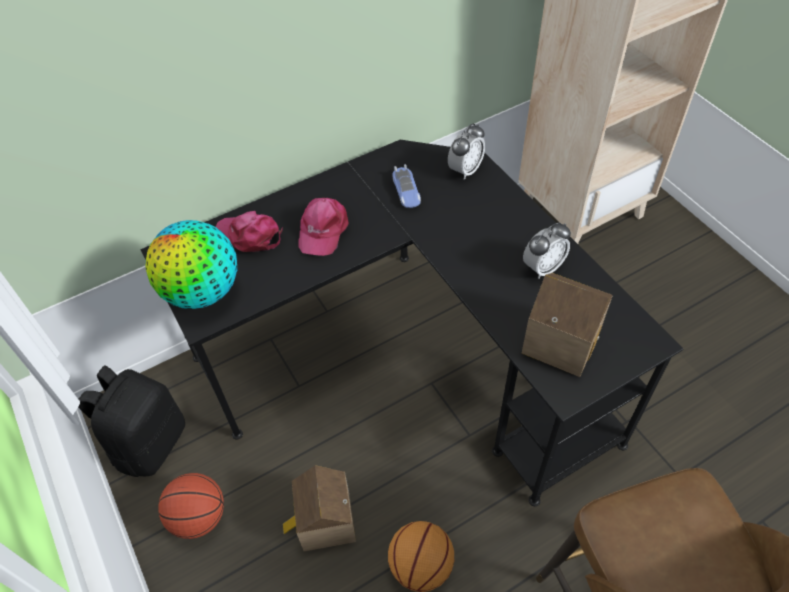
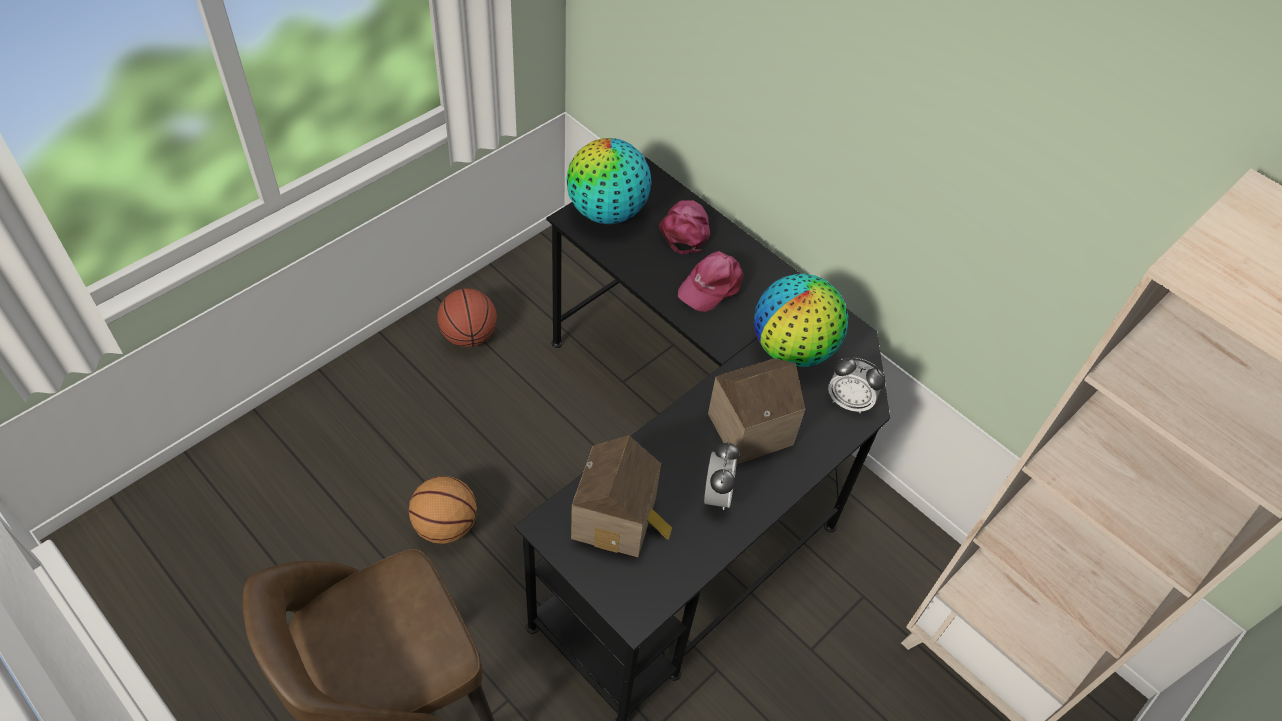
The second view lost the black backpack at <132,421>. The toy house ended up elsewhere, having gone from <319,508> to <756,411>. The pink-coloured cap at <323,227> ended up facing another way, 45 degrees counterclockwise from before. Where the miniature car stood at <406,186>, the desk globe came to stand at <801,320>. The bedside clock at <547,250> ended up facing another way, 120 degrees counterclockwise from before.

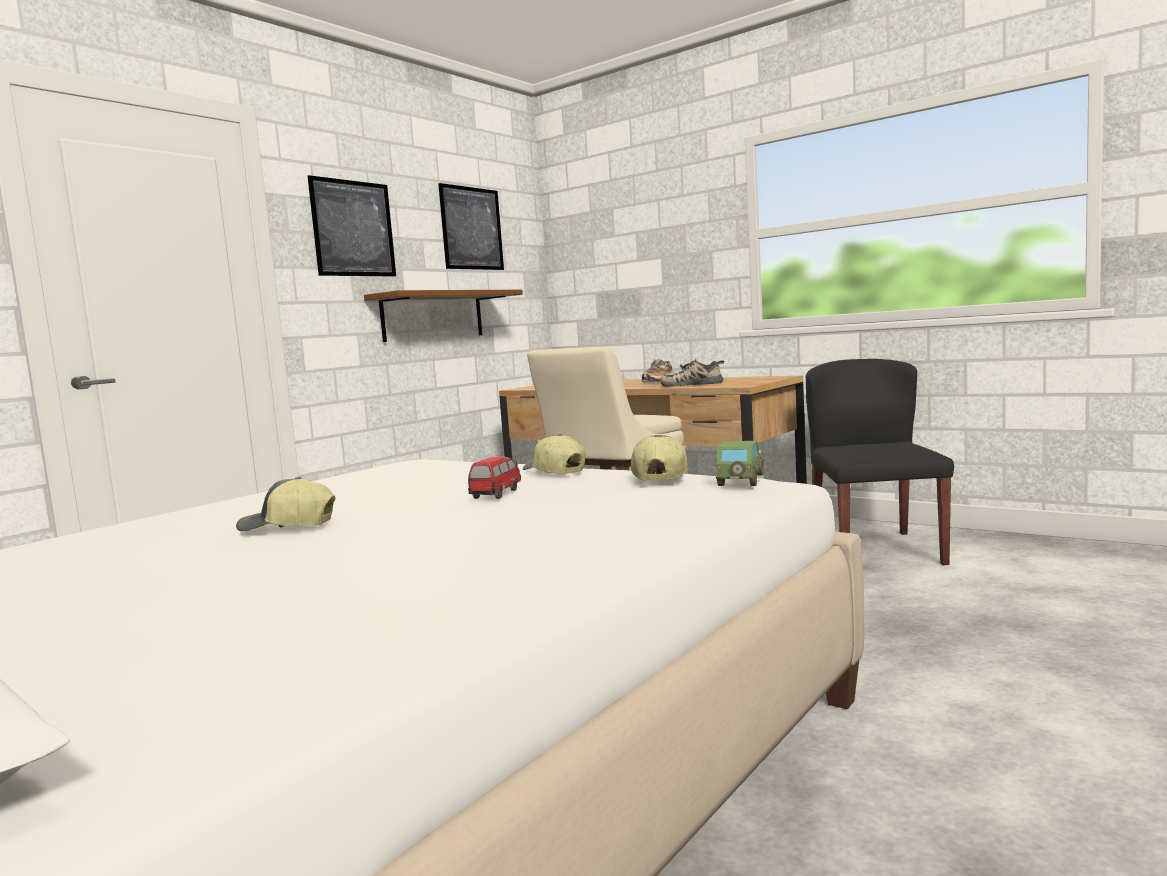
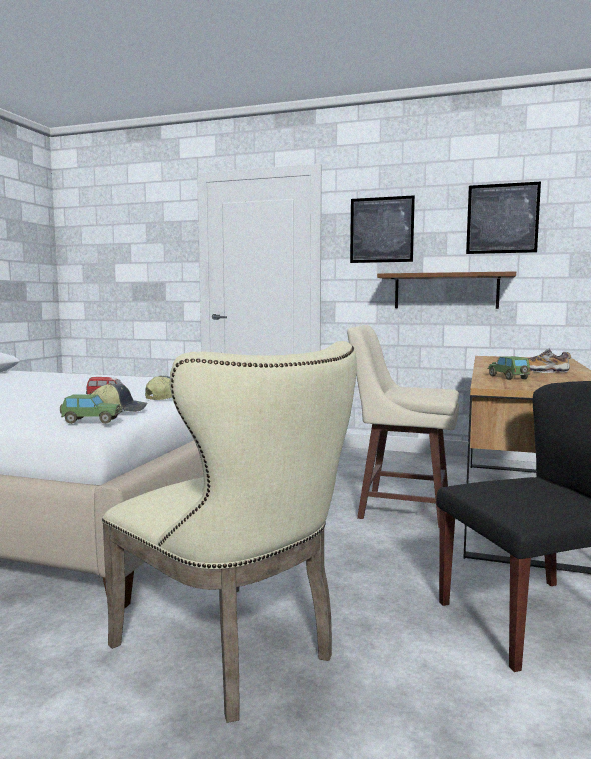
The second view lost the cap at <286,504>. Where the low shoe stood at <692,373>, the miniature car came to stand at <508,368>. The second view gained the beige-coloured chair at <229,532>.

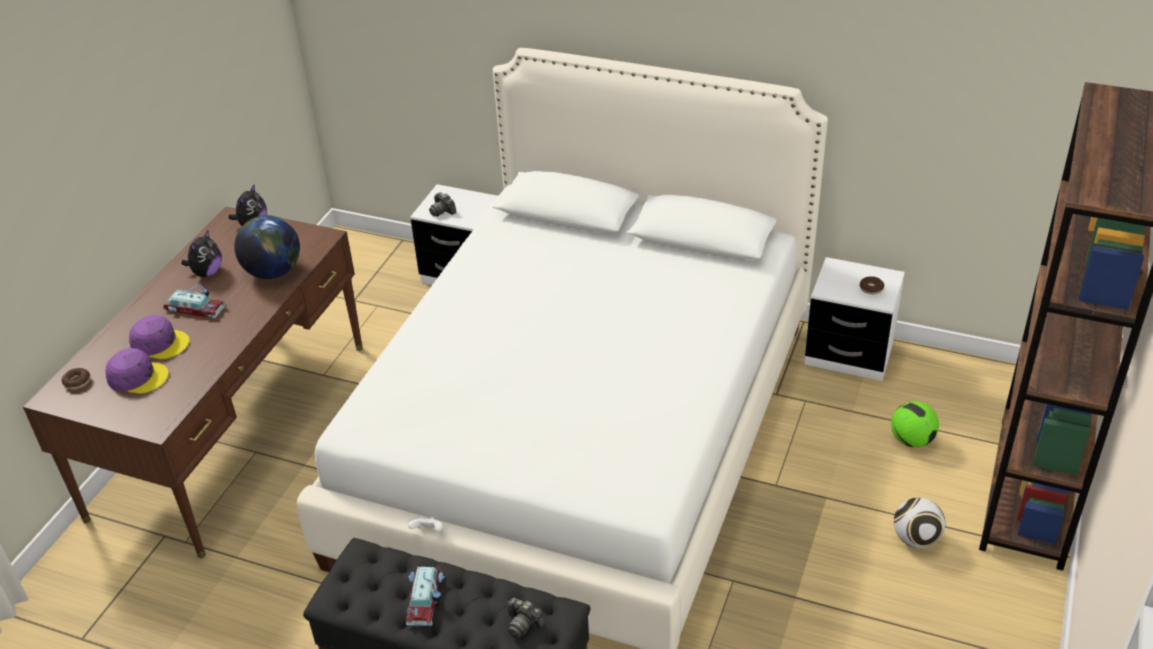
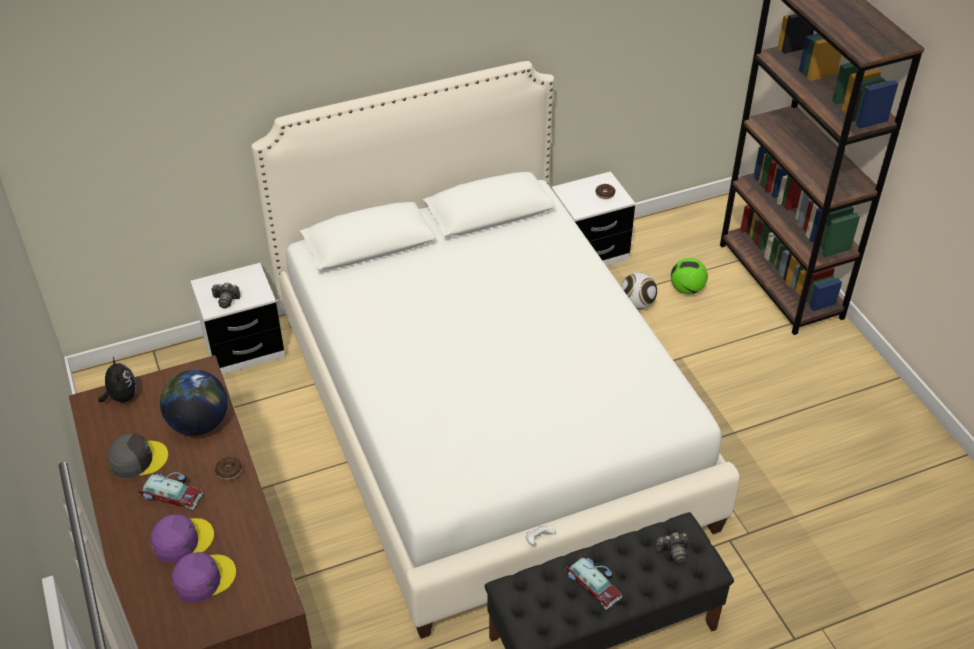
The donut ended up elsewhere, having gone from <76,379> to <228,468>. The miniature car at <194,302> ended up facing another way, 45 degrees clockwise from before. Where the cuddly toy stood at <201,254>, the greyish cap came to stand at <137,456>. The football ended up elsewhere, having gone from <919,523> to <639,290>.

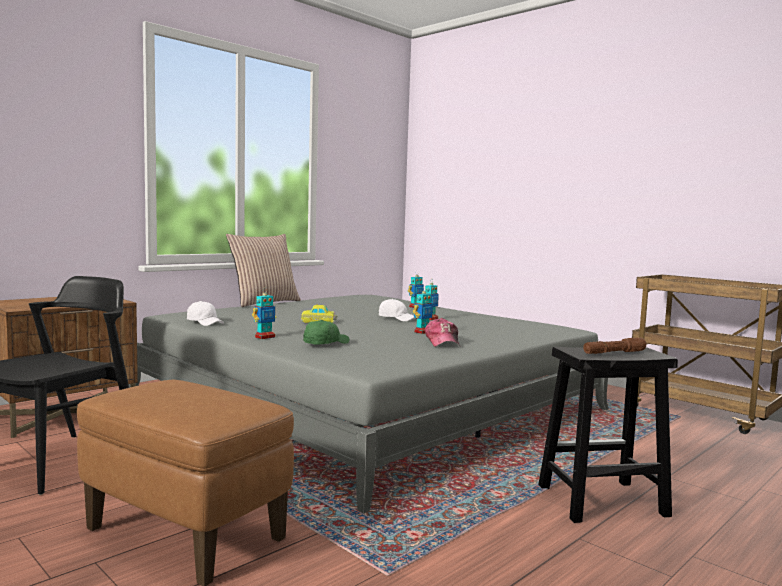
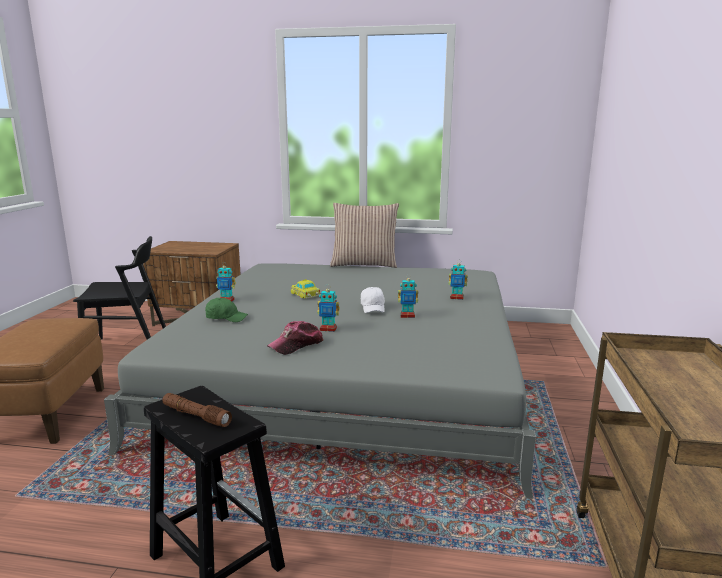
The second view lost the whitish cap at <205,313>.

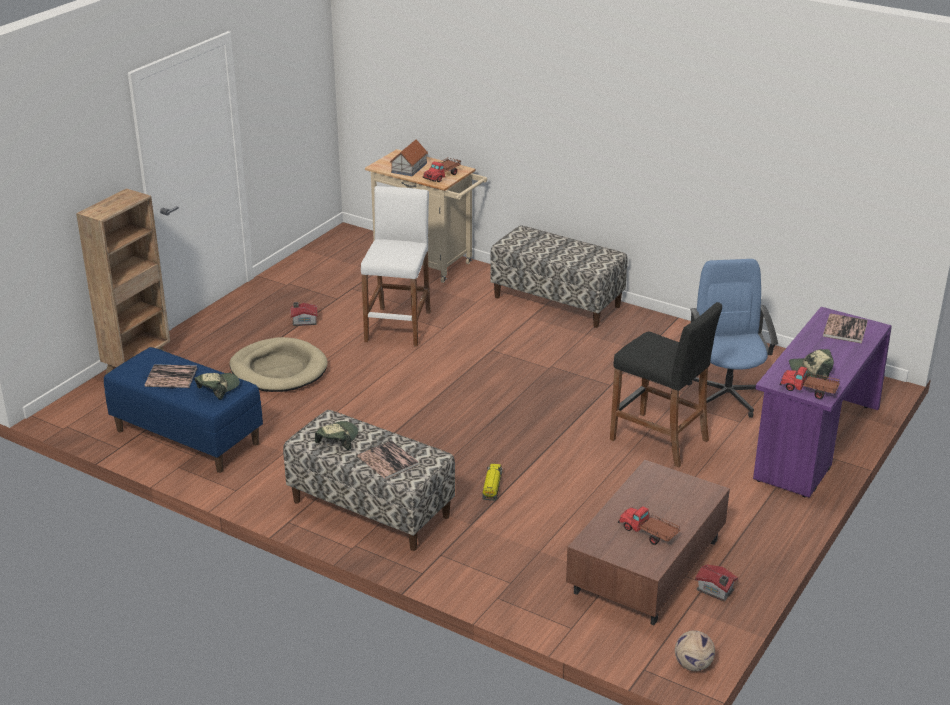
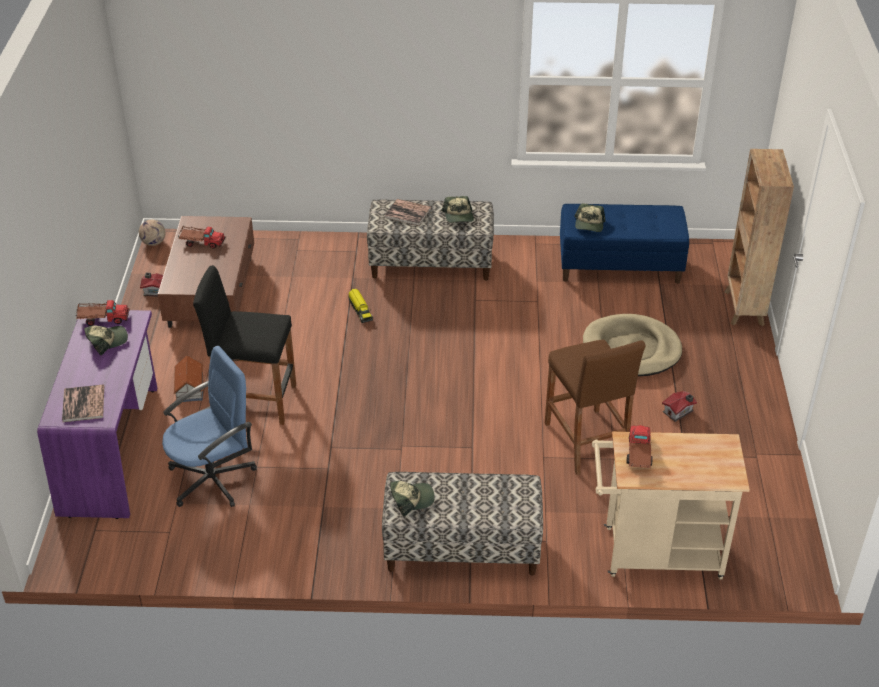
The second view lost the bound book at <171,376>. What was the whitish stool at <396,266> turned into the brown stool at <595,407>. The toy house ended up elsewhere, having gone from <409,157> to <188,378>. The bluish computer chair at <732,338> ended up facing another way, 90 degrees counterclockwise from before. The second view gained the cap at <412,498>.

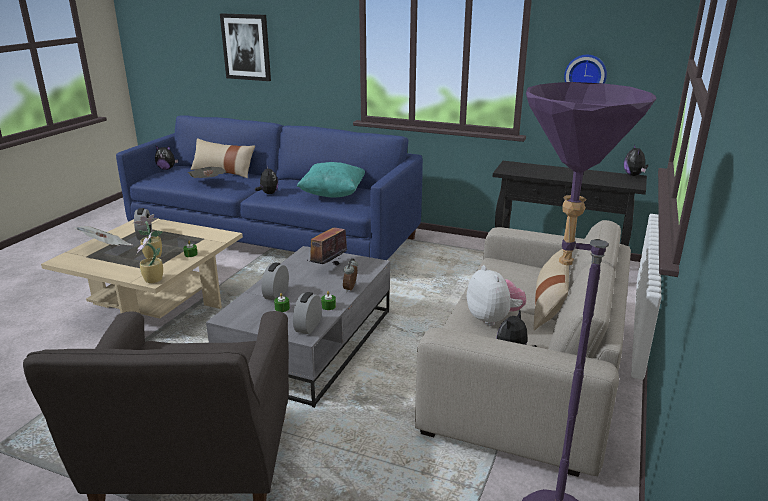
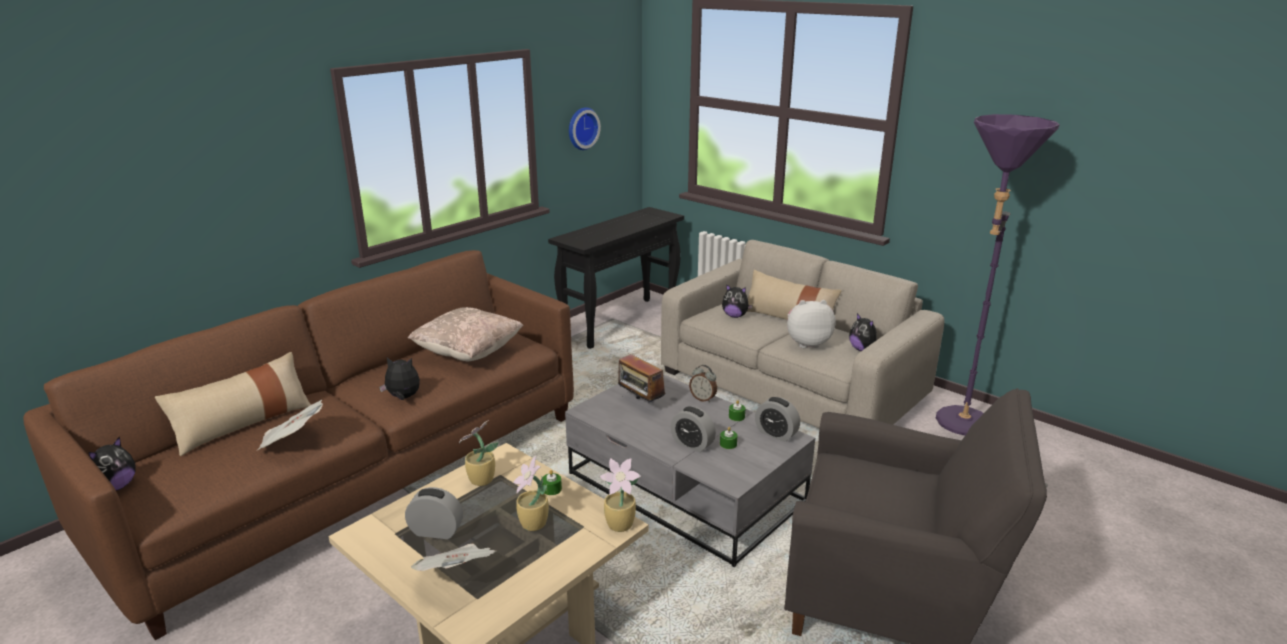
What was the bluish settee at <269,187> turned into the brown settee at <298,445>. The second view lost the wall picture at <245,47>. What was the turquoise pillow at <330,180> turned into the beige-coloured pillow at <465,334>. The cuddly toy ended up elsewhere, having gone from <636,160> to <737,301>. The second view gained the potted plant at <479,453>.

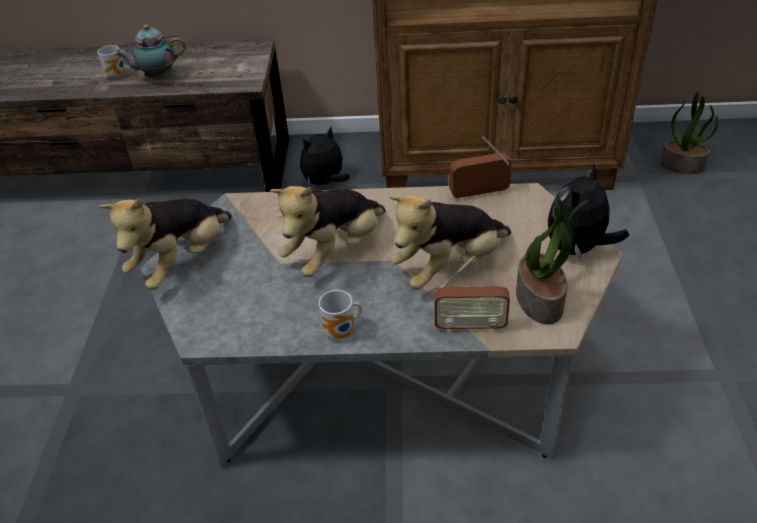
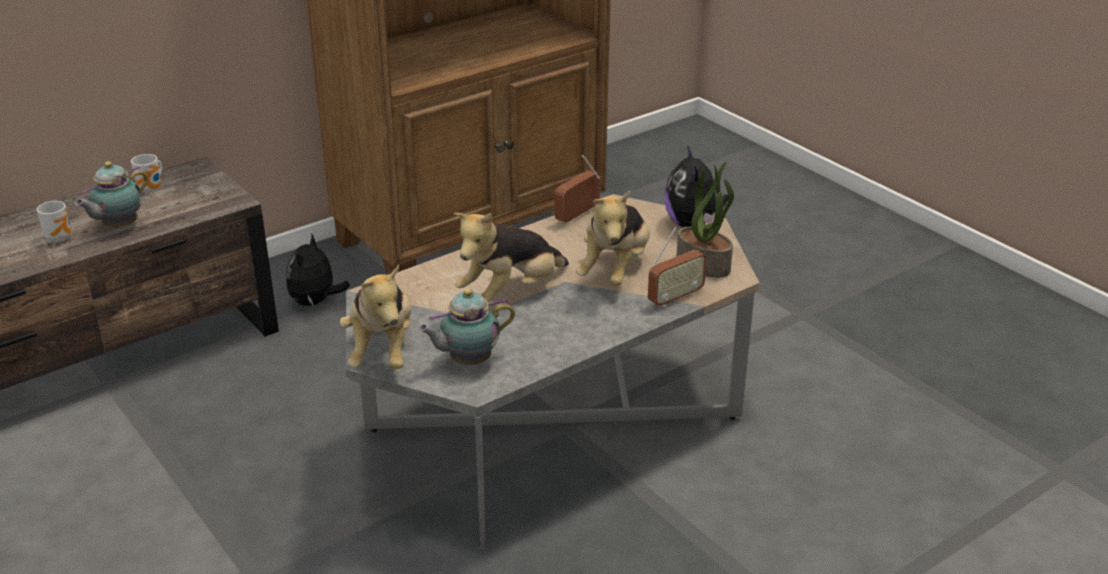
The cuddly toy at <328,231> ended up facing another way, 45 degrees clockwise from before. The mug ended up elsewhere, having gone from <340,314> to <146,173>. The second view lost the potted plant at <689,132>. The second view gained the tea pot at <466,327>.

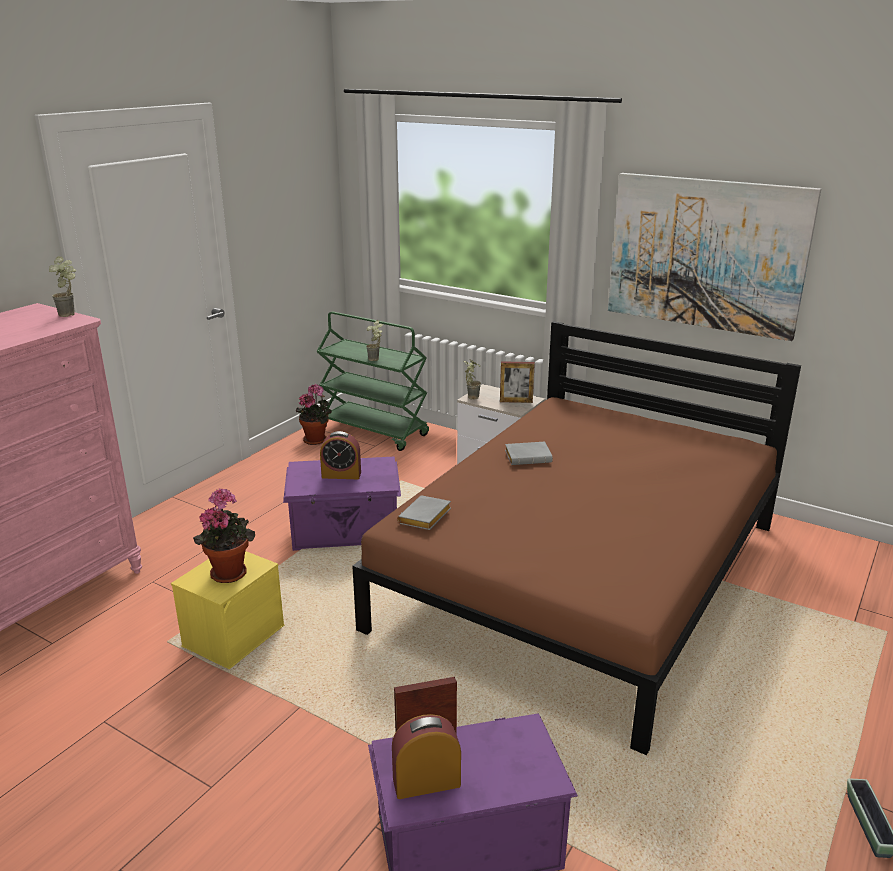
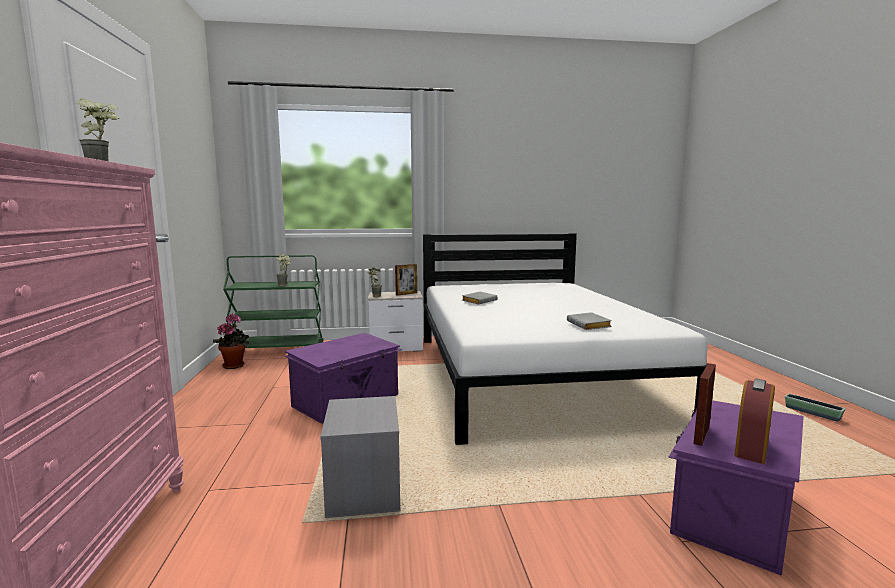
What was the yellow storage container at <227,610> turned into the greyish storage container at <360,457>. The second view lost the potted plant at <224,535>. The second view lost the bedside clock at <340,455>. What was the brown bed at <576,538> turned into the whitish bed at <565,339>. The greyish bound book ended up elsewhere, having gone from <424,512> to <589,321>. The second view lost the wall picture at <714,257>.

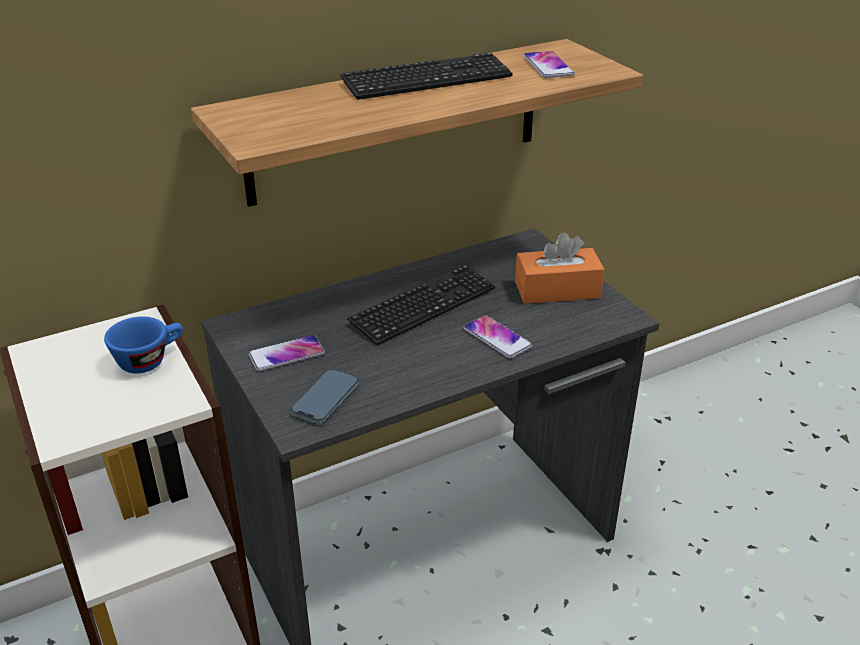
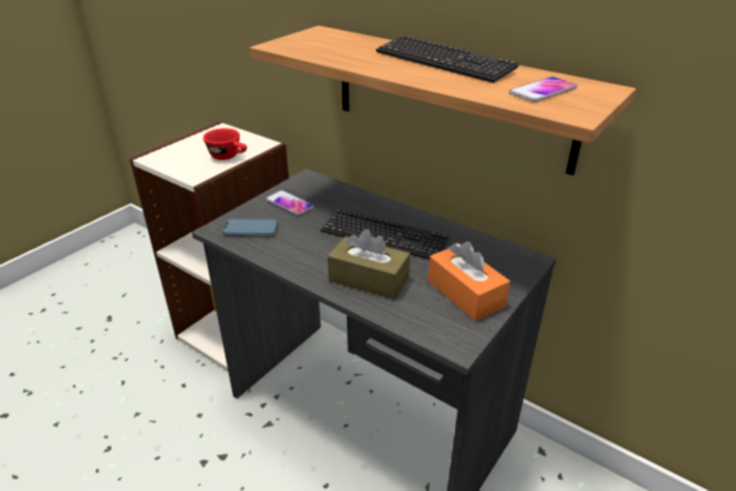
What was the bluish drinking cup at <143,345> turned into the reddish drinking cup at <225,144>. Where the telephone stood at <497,336>, the brown box of tissues came to stand at <369,264>.

